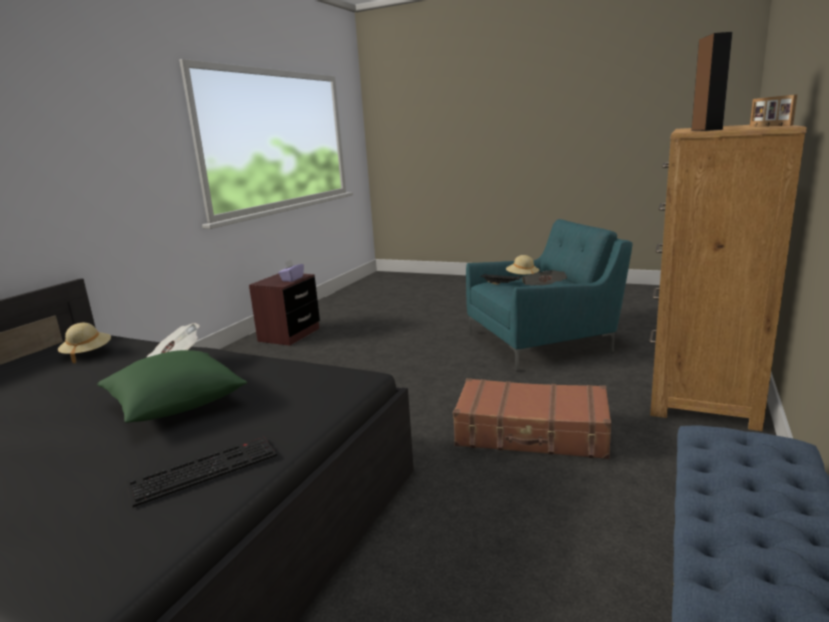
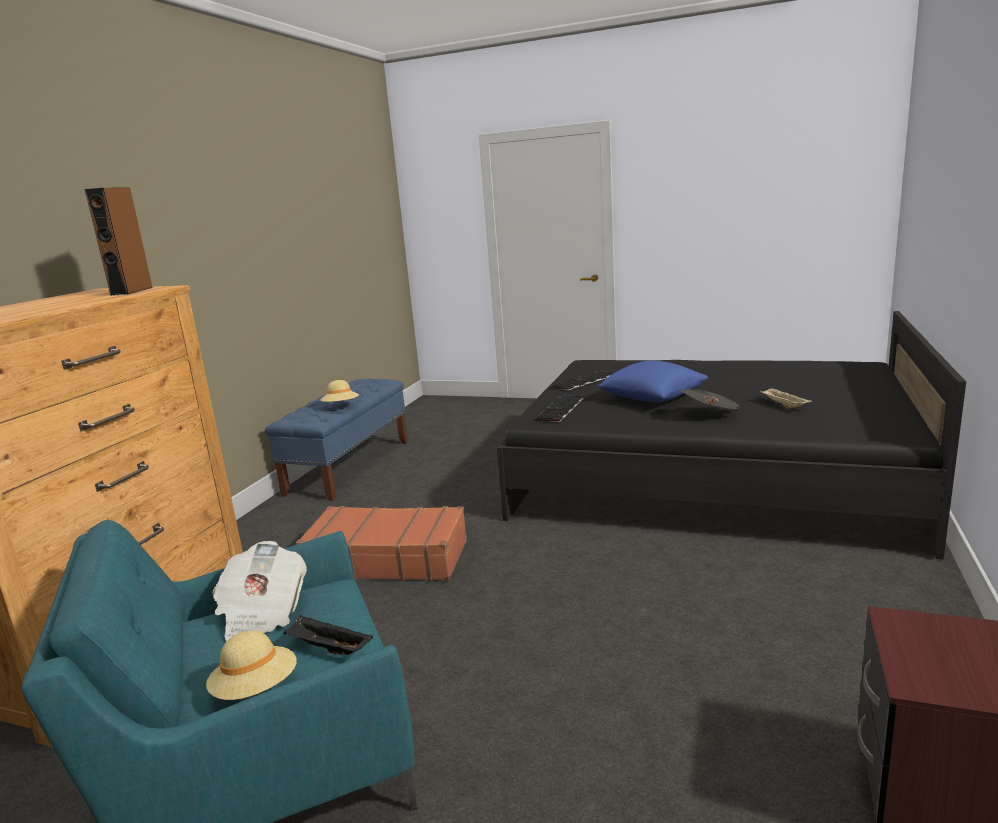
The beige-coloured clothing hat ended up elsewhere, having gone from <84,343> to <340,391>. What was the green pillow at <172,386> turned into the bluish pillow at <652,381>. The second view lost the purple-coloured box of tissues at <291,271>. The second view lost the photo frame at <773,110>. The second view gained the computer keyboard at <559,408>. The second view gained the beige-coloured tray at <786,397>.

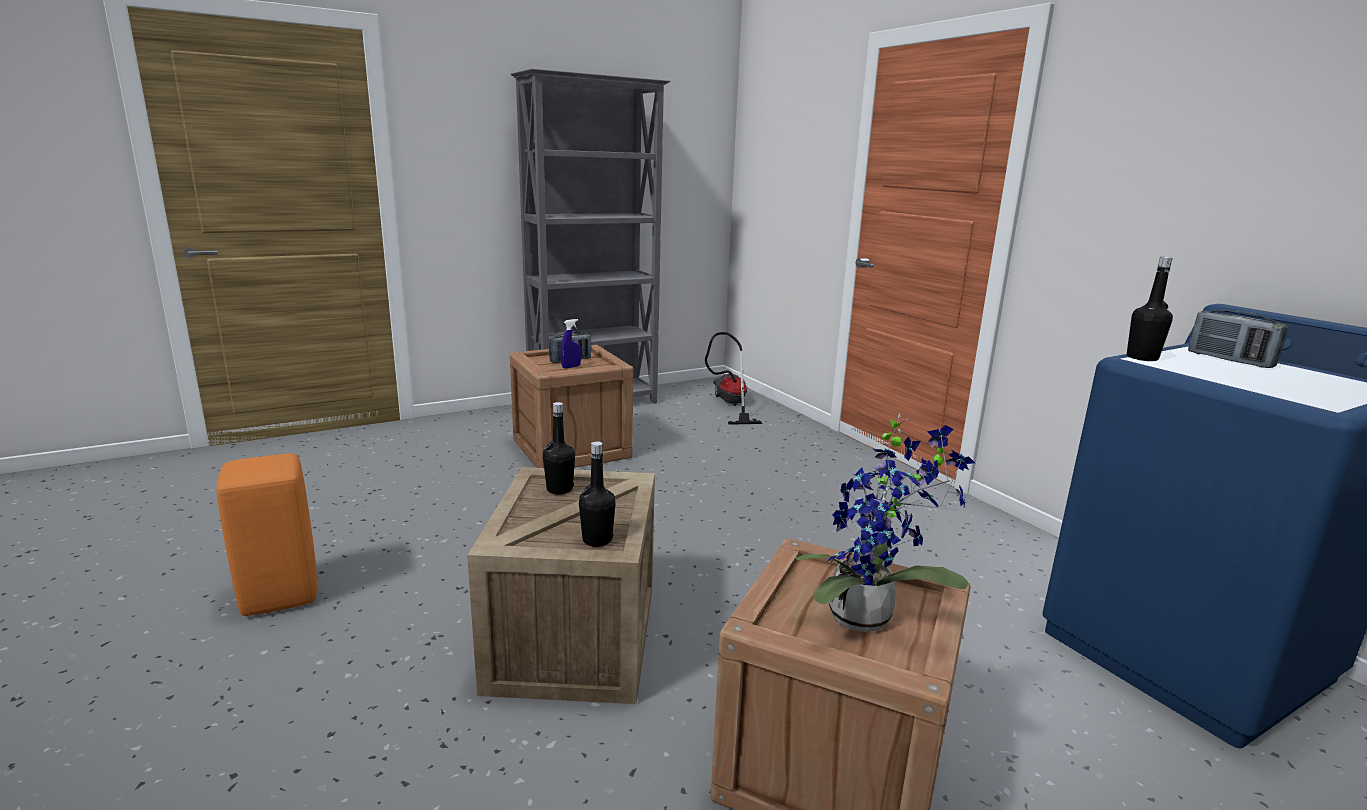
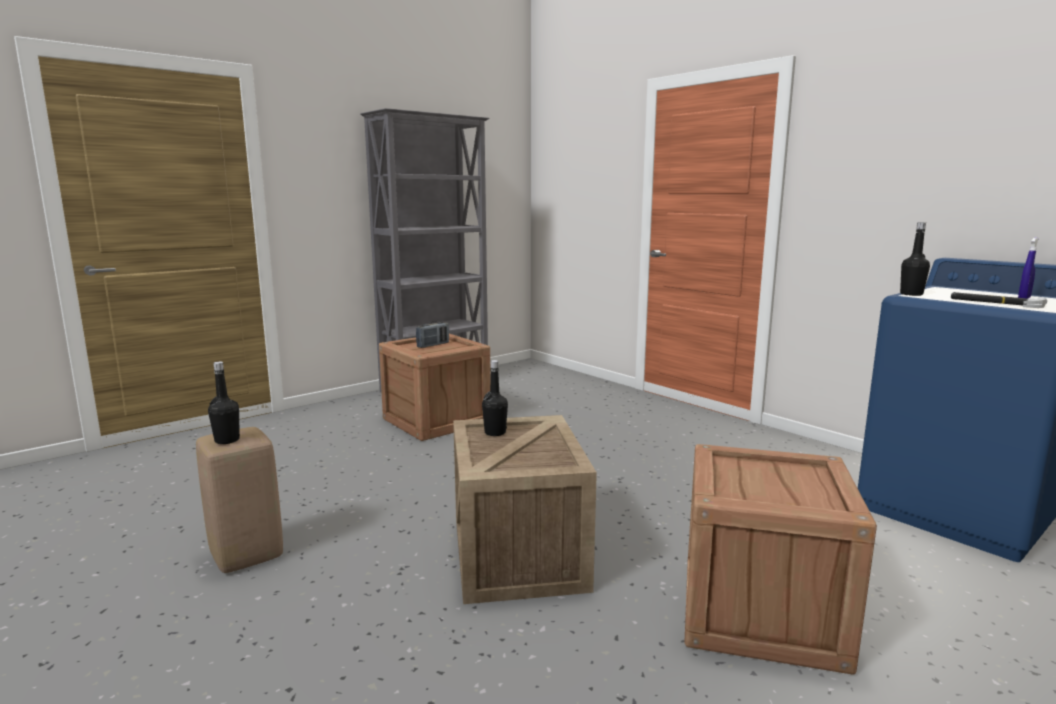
What was the orange stool at <267,535> turned into the beige-coloured stool at <239,500>. The bluish spray bottle ended up elsewhere, having gone from <571,344> to <1028,268>. The black beverage bottle ended up elsewhere, having gone from <597,494> to <224,403>. The second view lost the hoover at <733,378>. The second view lost the potted plant at <885,523>. The second view lost the radio at <1238,339>. The second view gained the tool hammer at <999,300>.

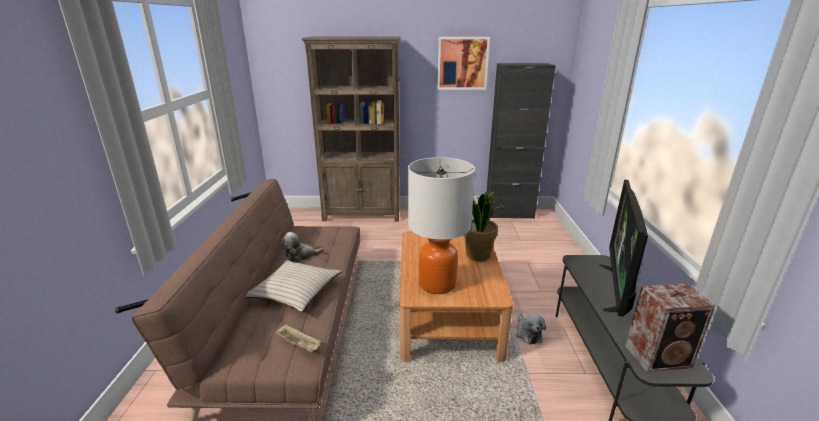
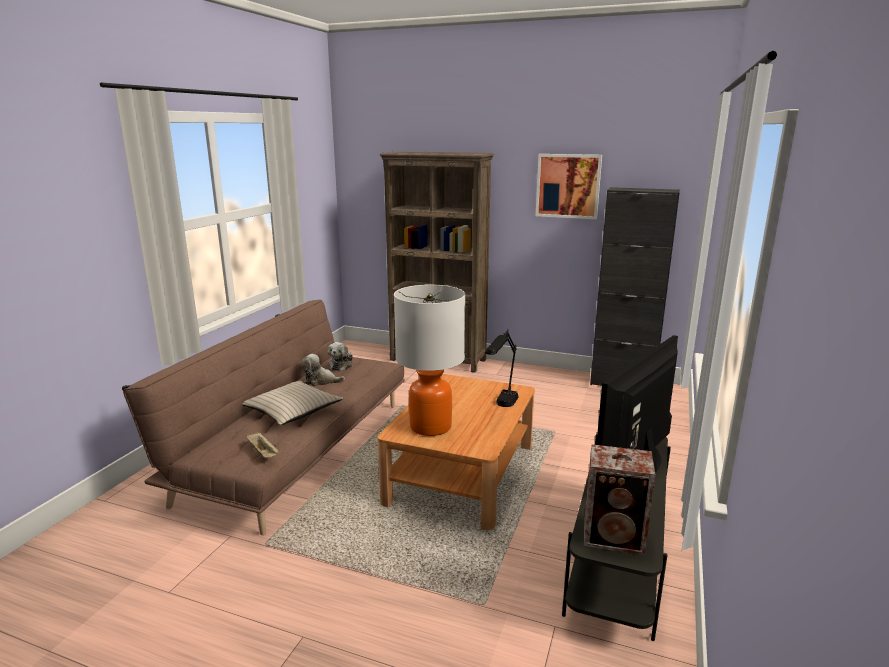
Where the potted plant stood at <485,226>, the black tabletop lamp came to stand at <502,368>. The cuddly toy ended up elsewhere, having gone from <531,328> to <340,356>.

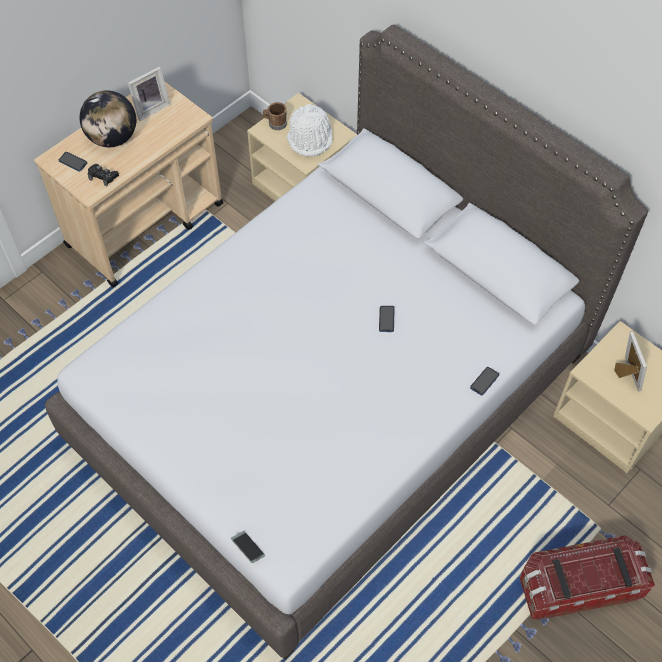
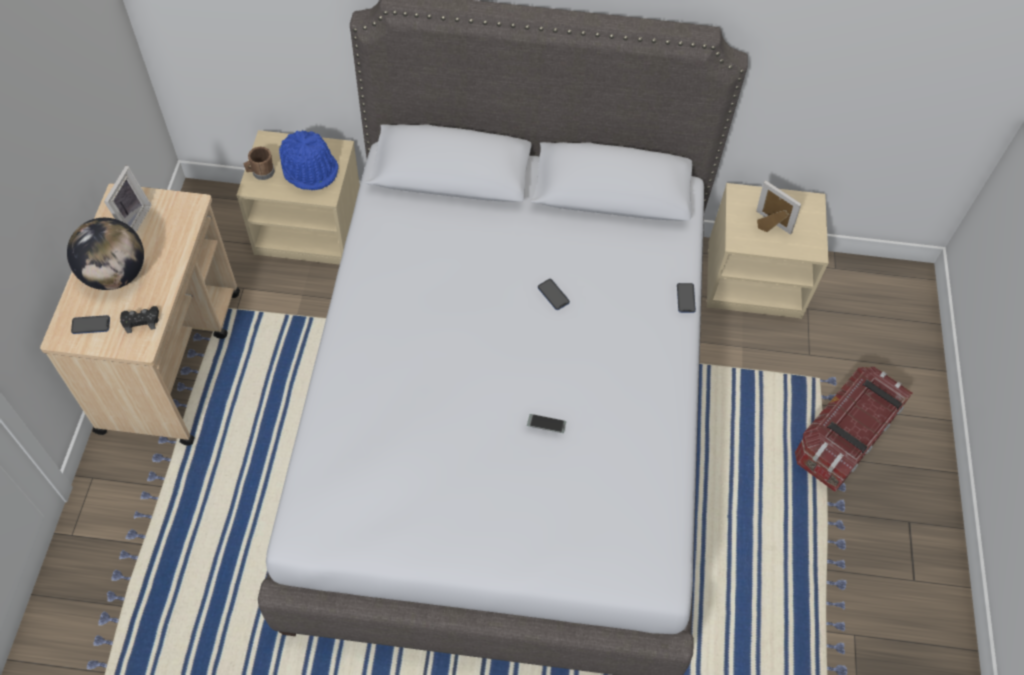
The telephone ended up elsewhere, having gone from <248,547> to <546,423>. What was the whitish clothing hat at <310,130> turned into the bluish clothing hat at <308,160>.

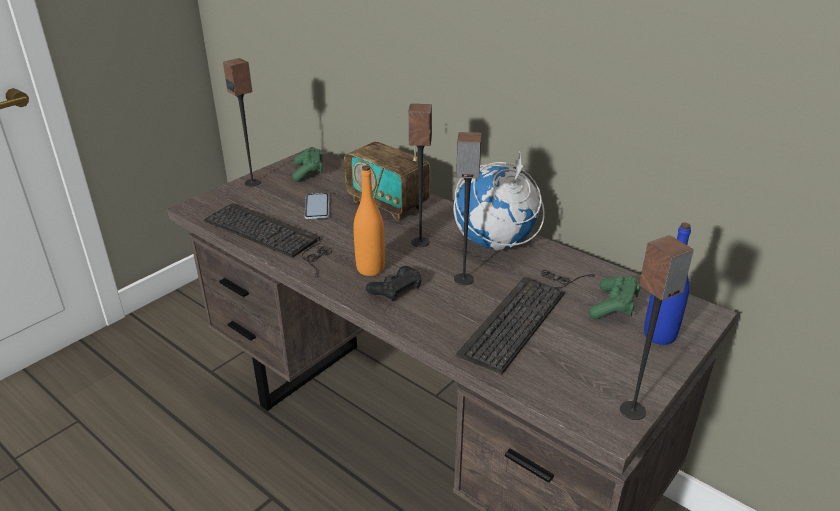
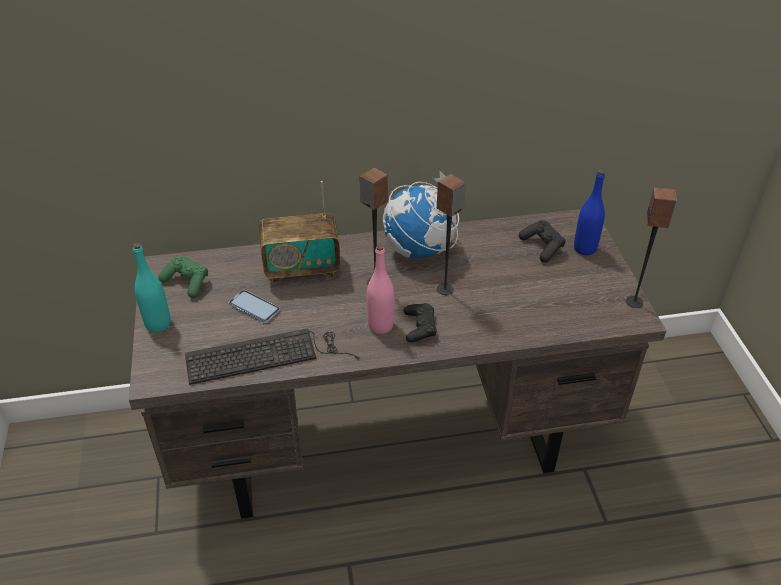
Where the audio speaker stood at <242,122>, the turquoise beverage bottle came to stand at <152,287>. What was the orange beverage bottle at <369,220> turned into the pink-coloured beverage bottle at <381,289>. The second view lost the computer keyboard at <526,322>. What was the green game controller at <614,297> turned into the black game controller at <542,241>.

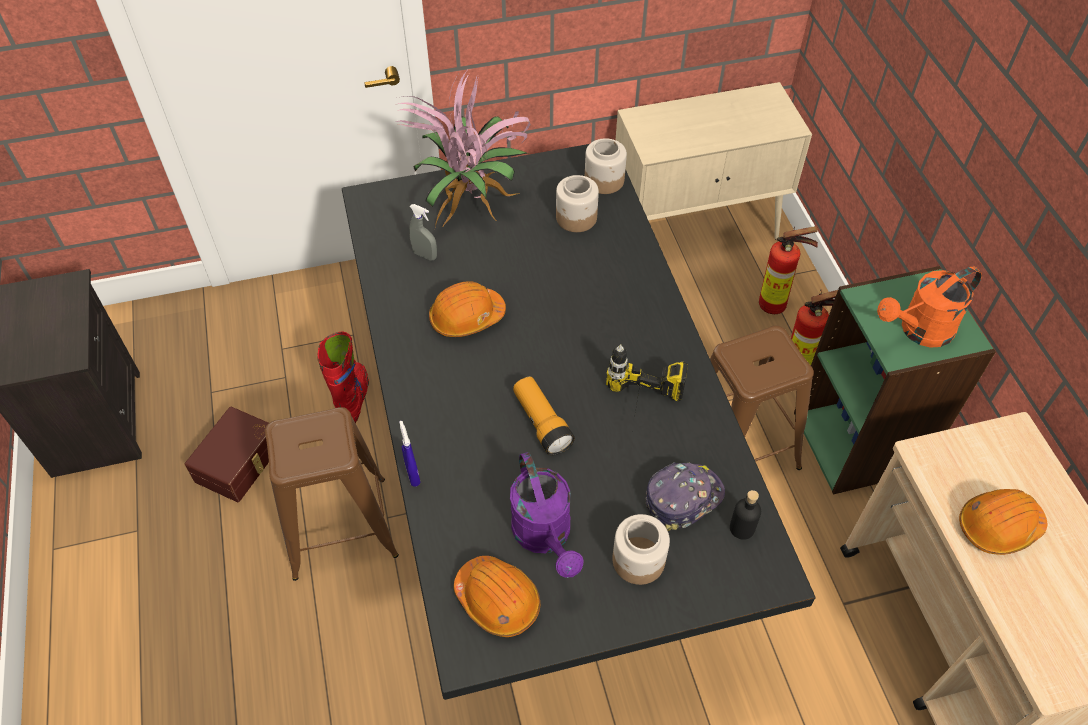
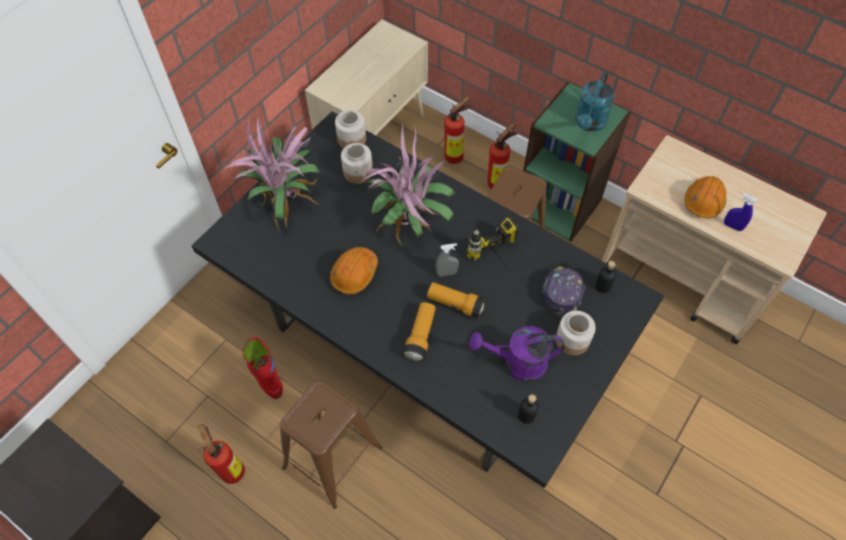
Where the brown storage container stood at <227,454>, the fire-fighting cylinder came to stand at <221,454>. The bluish spray bottle ended up elsewhere, having gone from <410,454> to <741,212>. The greyish spray bottle ended up elsewhere, having gone from <423,232> to <447,260>. Where the orange safety helmet stood at <497,596>, the black beverage bottle came to stand at <528,409>. The purple-coloured sprinkling can at <547,515> ended up facing another way, 150 degrees clockwise from before. What was the orange sprinkling can at <929,307> turned into the turquoise sprinkling can at <595,101>. The second view gained the potted plant at <407,185>. The second view gained the flashlight at <419,332>.

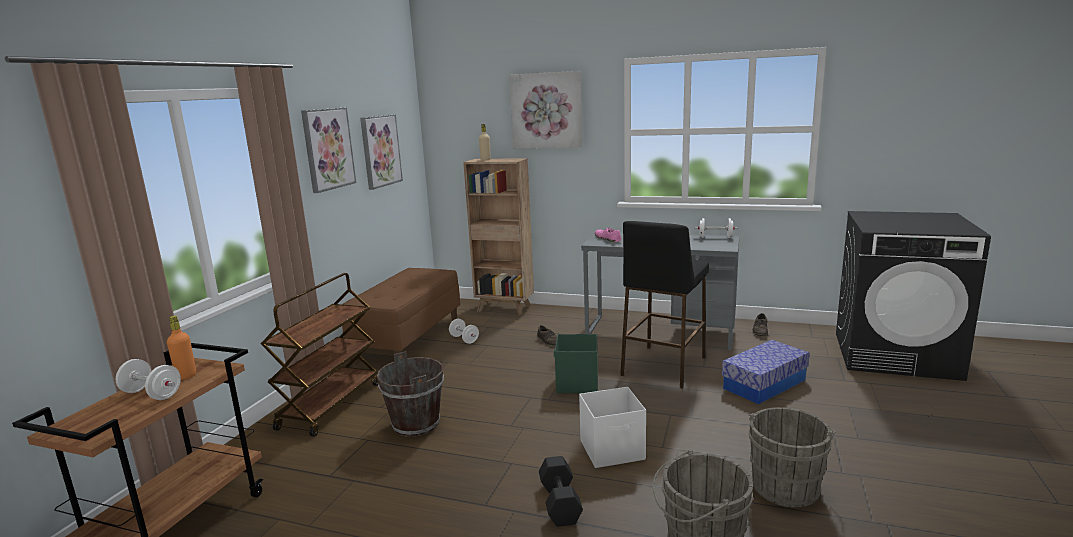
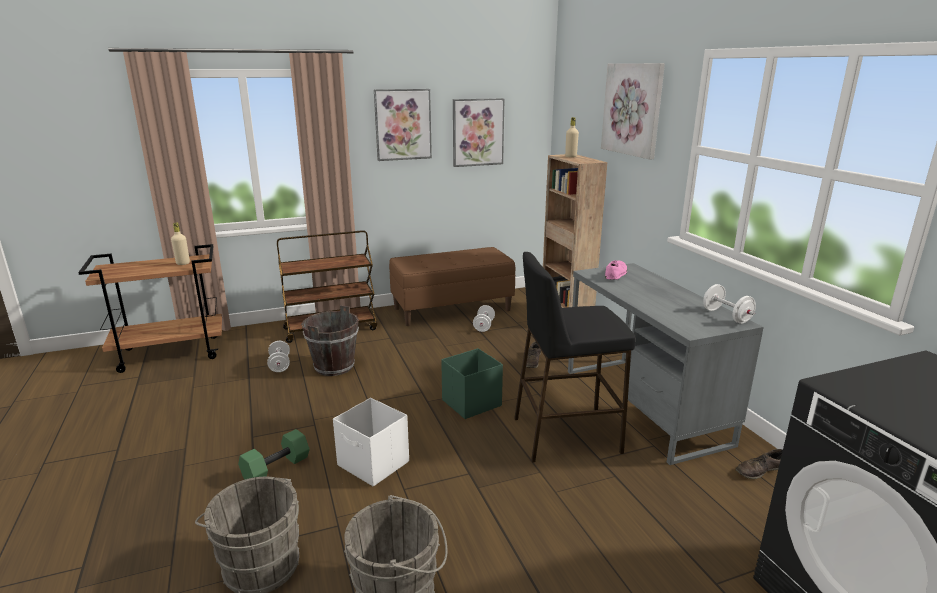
The whitish dumbbell ended up elsewhere, having gone from <148,379> to <278,356>. What was the orange beverage bottle at <181,348> turned into the beige-coloured beverage bottle at <180,244>. What was the black dumbbell at <561,491> turned into the green dumbbell at <274,454>. The second view lost the storage container at <766,372>.

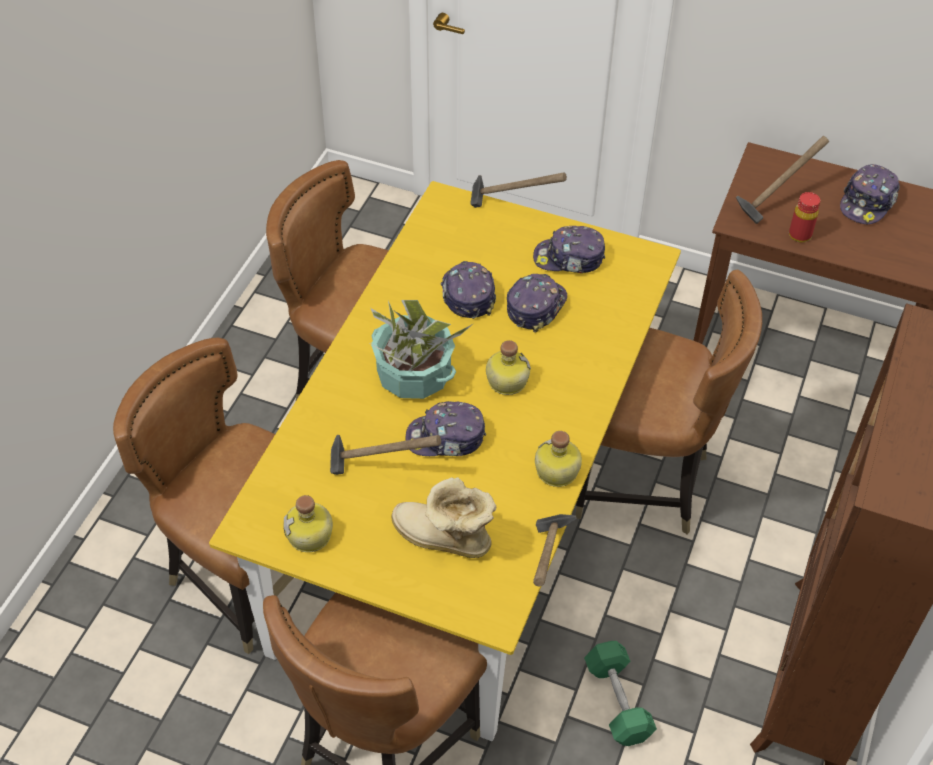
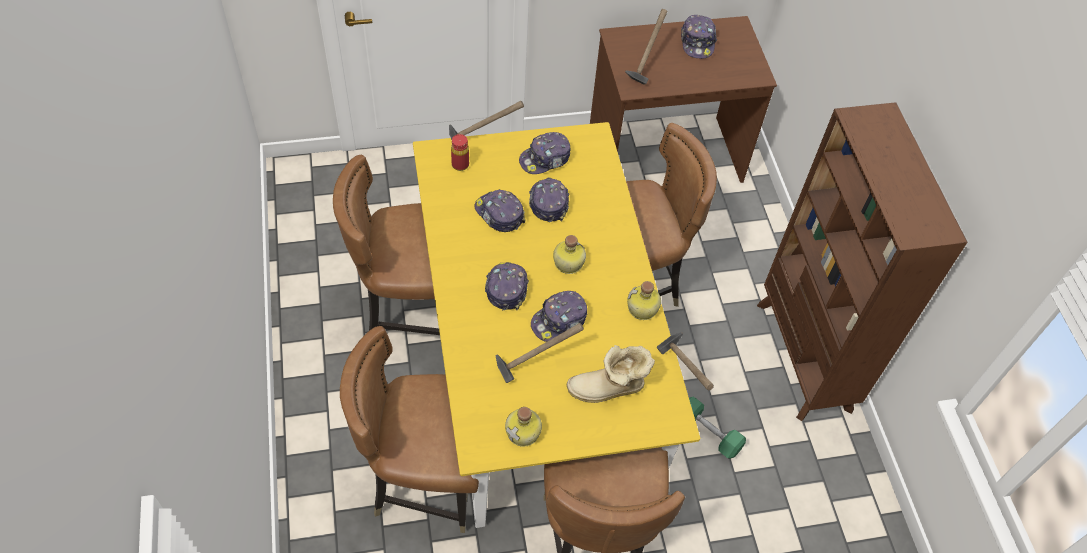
Where the potted plant stood at <422,349>, the cap came to stand at <507,286>. The reddish beverage bottle ended up elsewhere, having gone from <804,217> to <460,152>.

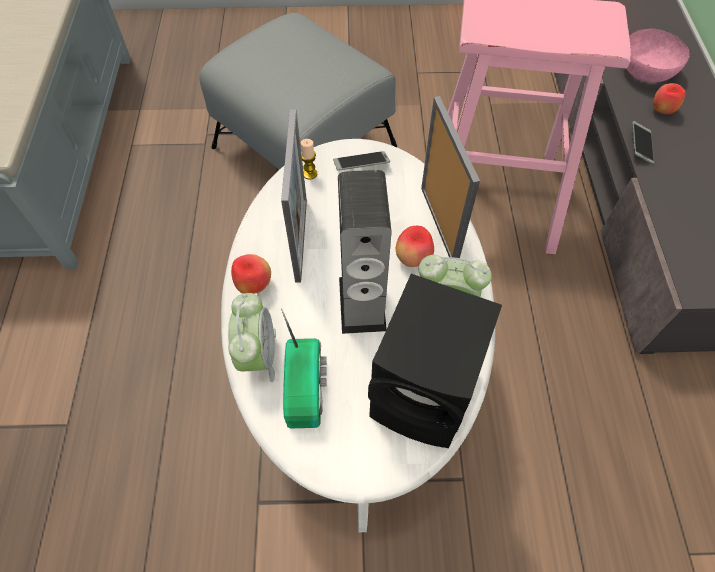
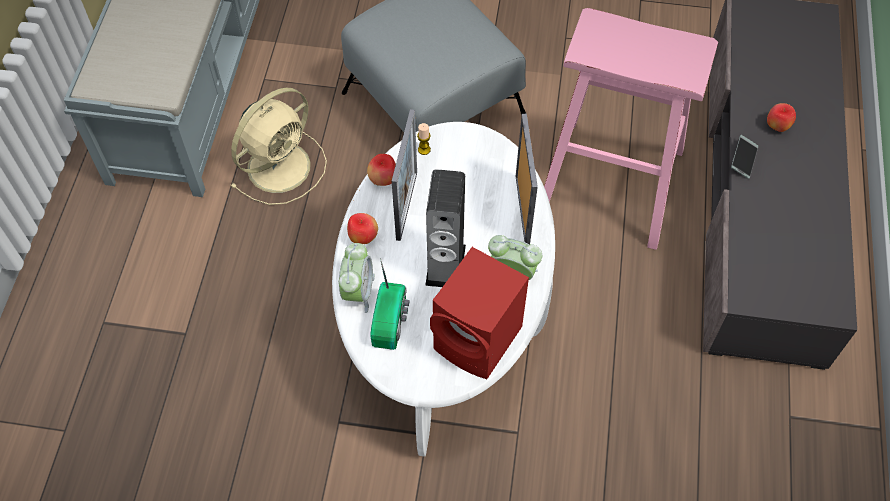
The second view lost the telephone at <361,161>. What was the black audio speaker at <435,361> turned into the reddish audio speaker at <479,313>. The apple ended up elsewhere, having gone from <415,246> to <381,170>. The second view lost the pink-coloured bowl at <658,56>. The second view gained the beige-coloured electric fan at <278,146>.

